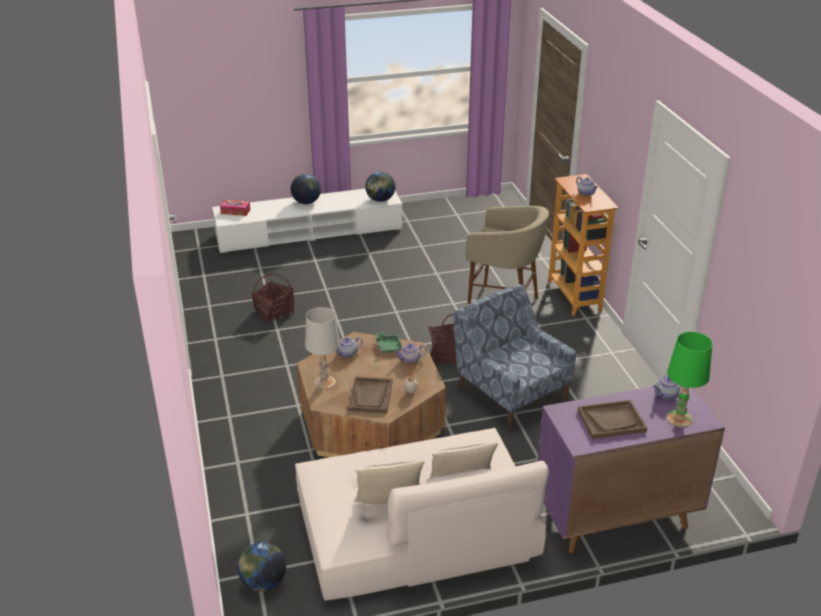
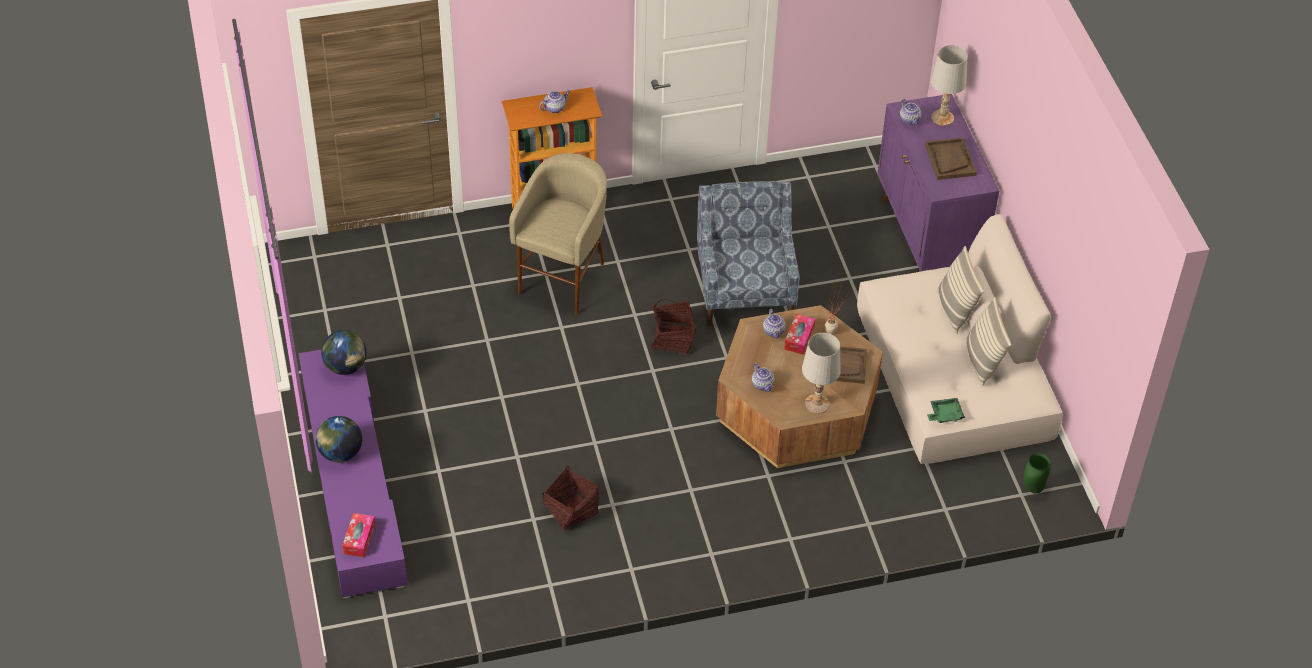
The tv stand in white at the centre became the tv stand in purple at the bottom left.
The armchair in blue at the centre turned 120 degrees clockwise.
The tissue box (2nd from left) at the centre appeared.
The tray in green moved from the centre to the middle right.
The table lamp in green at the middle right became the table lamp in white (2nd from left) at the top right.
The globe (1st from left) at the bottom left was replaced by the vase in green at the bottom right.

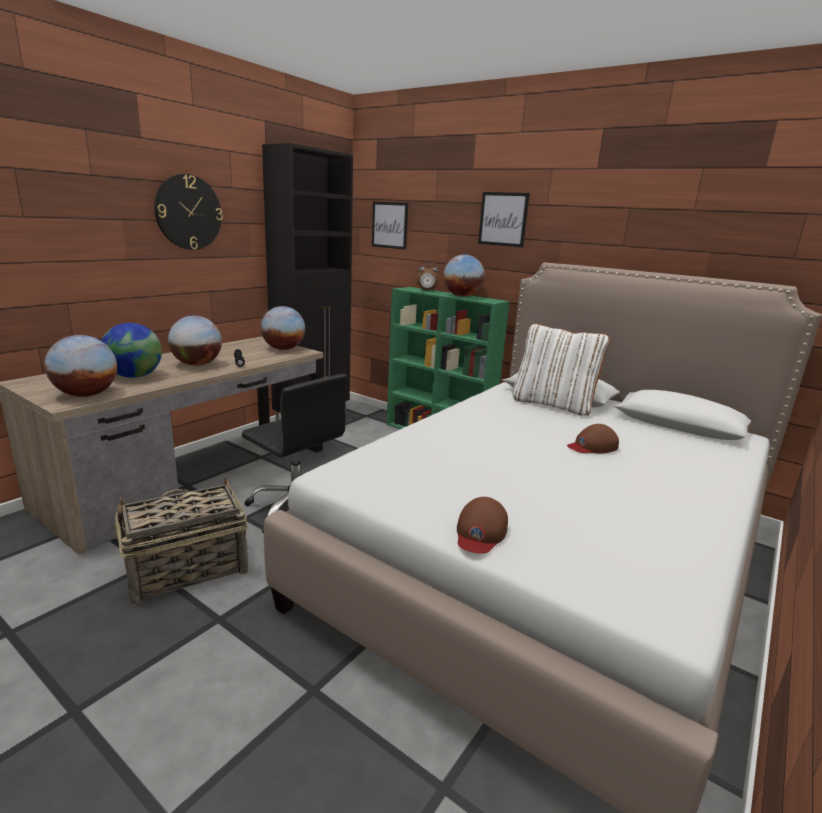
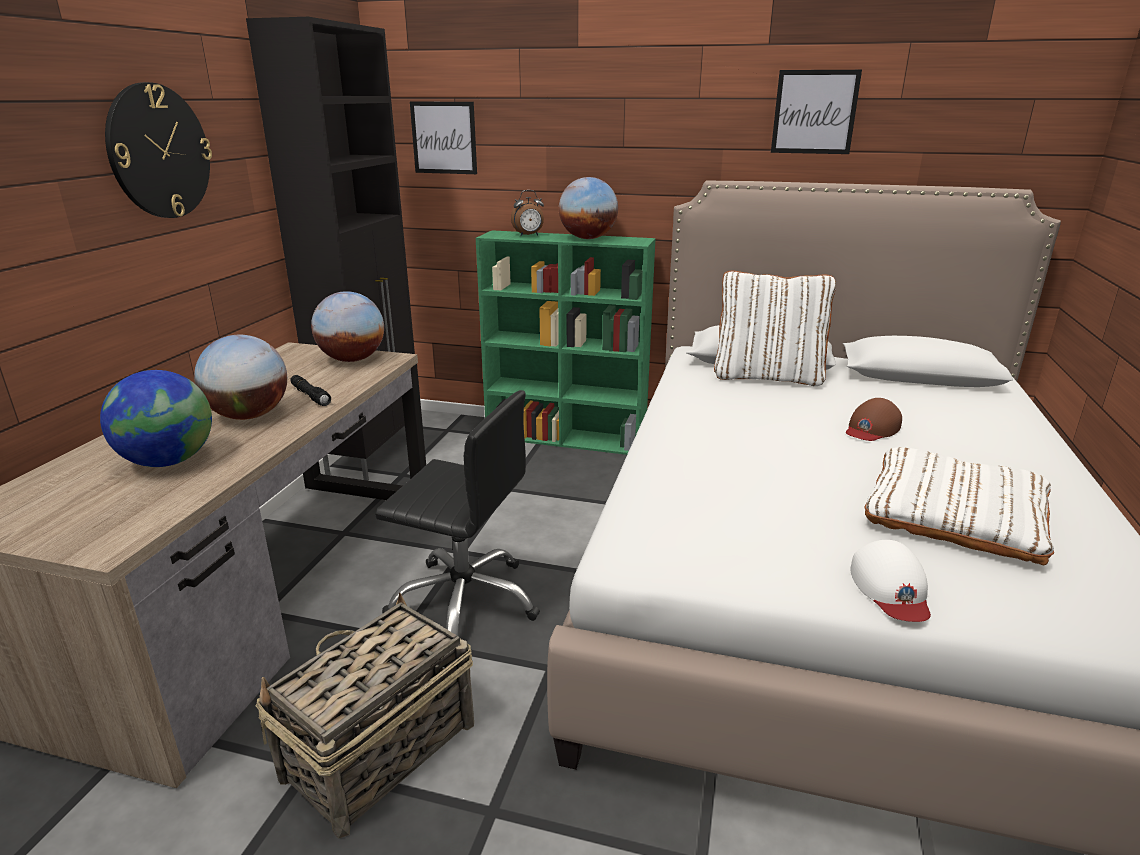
The picture (2nd from left) moved from the top centre to the top right.
The cap in brown (1st from left) at the centre became the cap in white at the bottom right.
The pillow in white (2nd from left) at the middle right appeared.
The globe (1st from left) at the middle left disappeared.

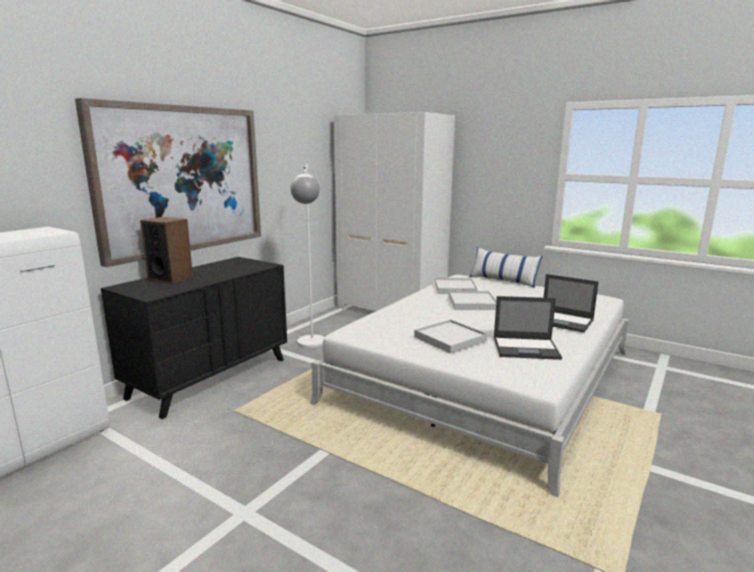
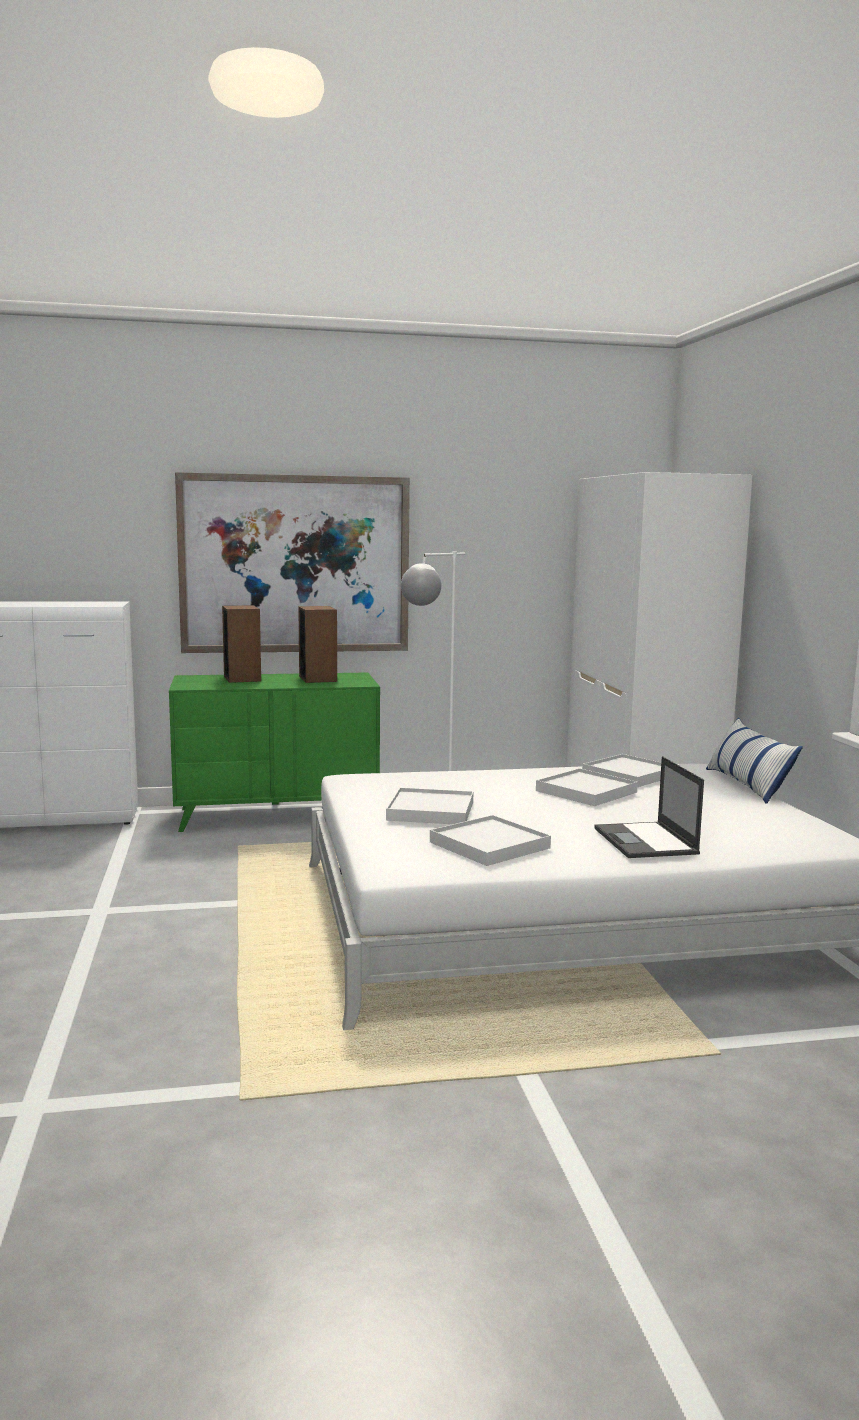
The dresser in black at the middle left became the dresser in green at the middle left.
The speaker (2nd from left) at the centre appeared.
The laptop (1st from left) at the middle right was replaced by the tray in white (2nd from left) at the centre.

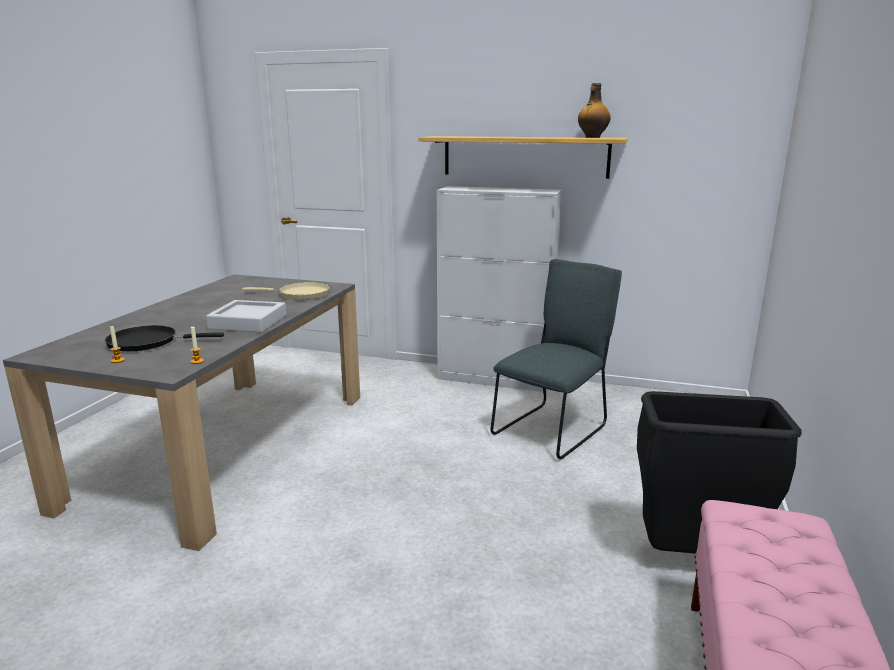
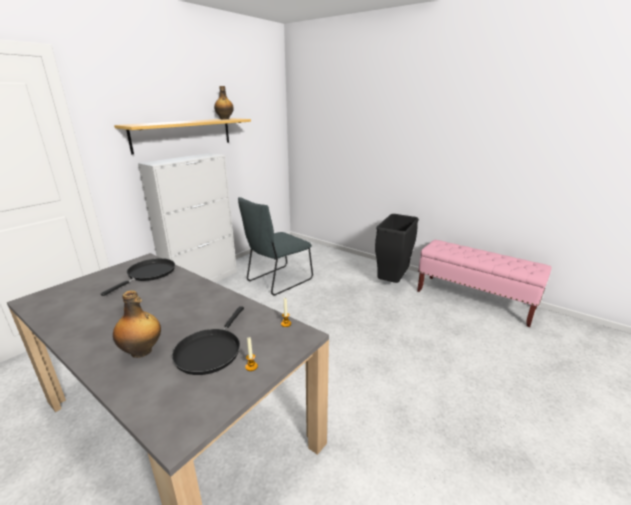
The frying pan in beige at the middle left became the frying pan in black (1st from left) at the middle left.
The bottle (1st from left) at the middle left appeared.
The chair in grey at the centre turned 105 degrees counterclockwise.
The tray in grey at the middle left disappeared.

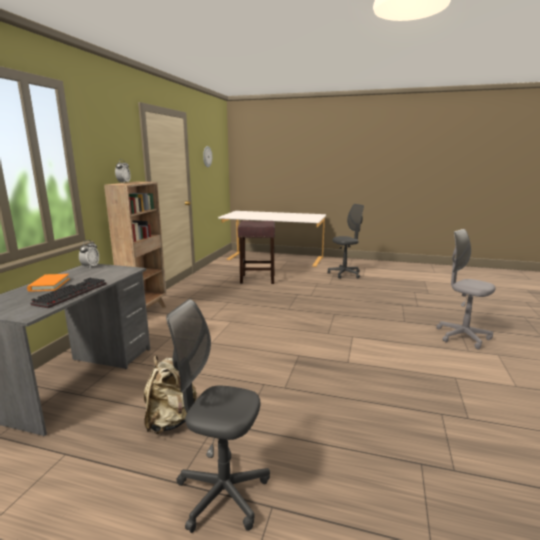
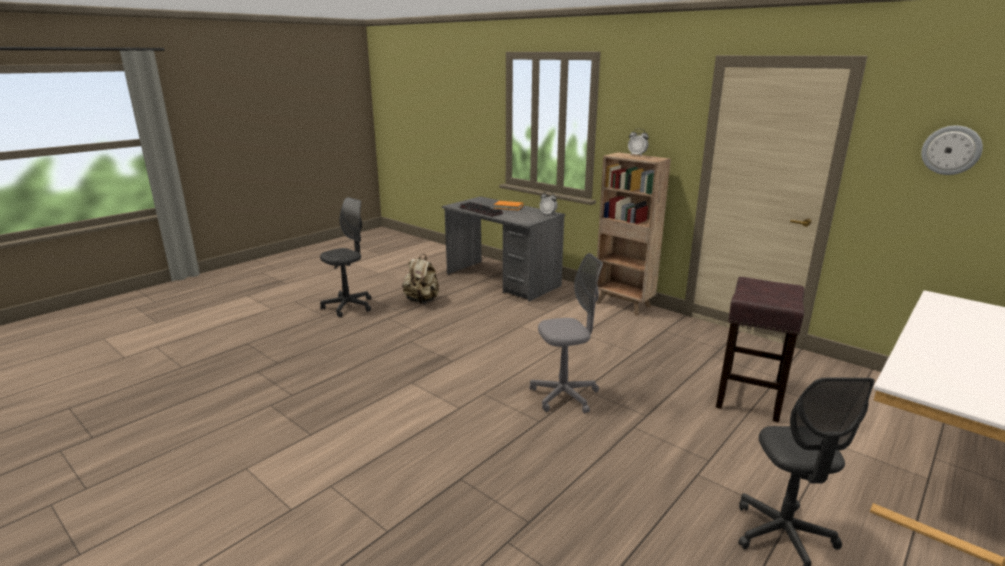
The office chair in grey (3rd from left in the first image) moved from the middle right to the centre.

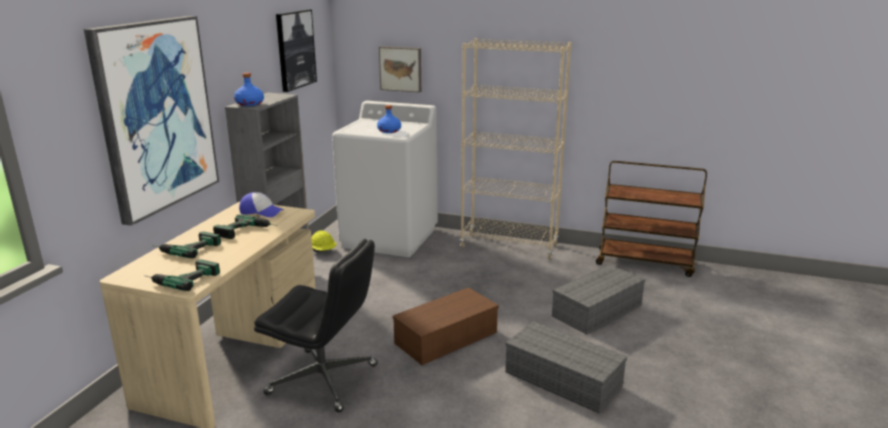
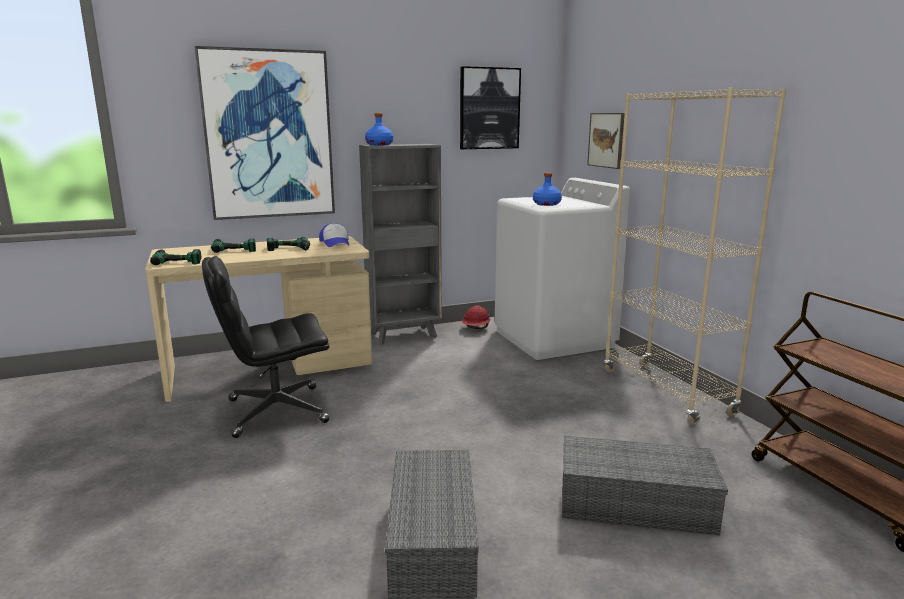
The office chair in black at the bottom centre turned 90 degrees clockwise.
The hard hat in yellow at the centre became the hard hat in red at the centre.
The storage box in brown at the bottom centre disappeared.

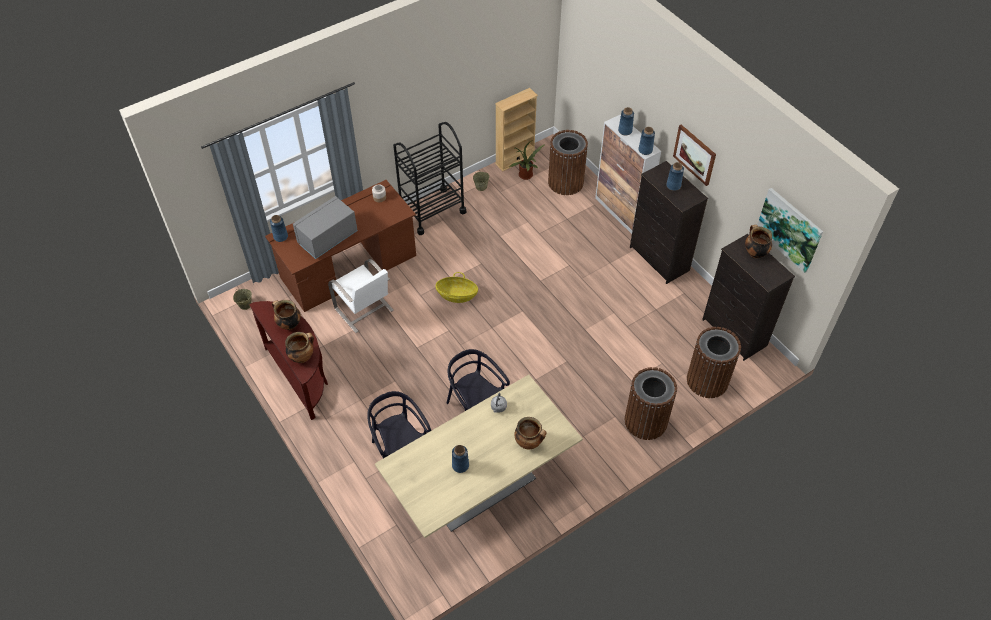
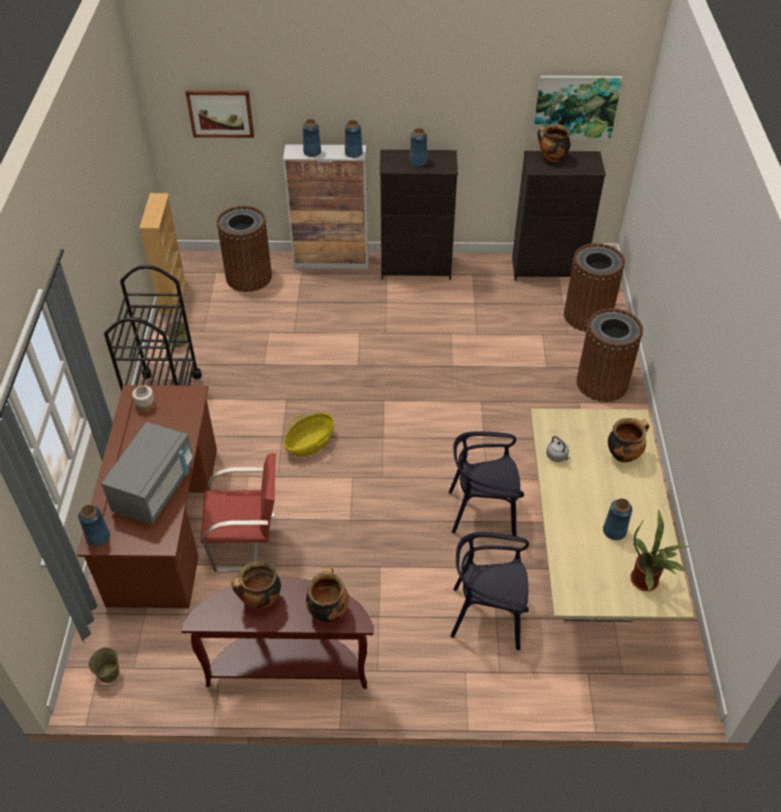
The microwave in grey at the middle left turned 150 degrees counterclockwise.
The picture (1st from left) moved from the top right to the top left.
The chair in white at the centre became the chair in red at the middle left.
The potted plant moved from the top centre to the bottom right.

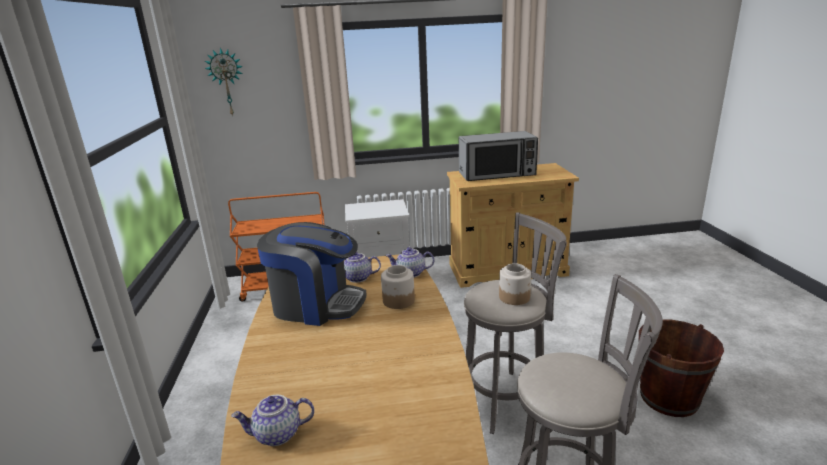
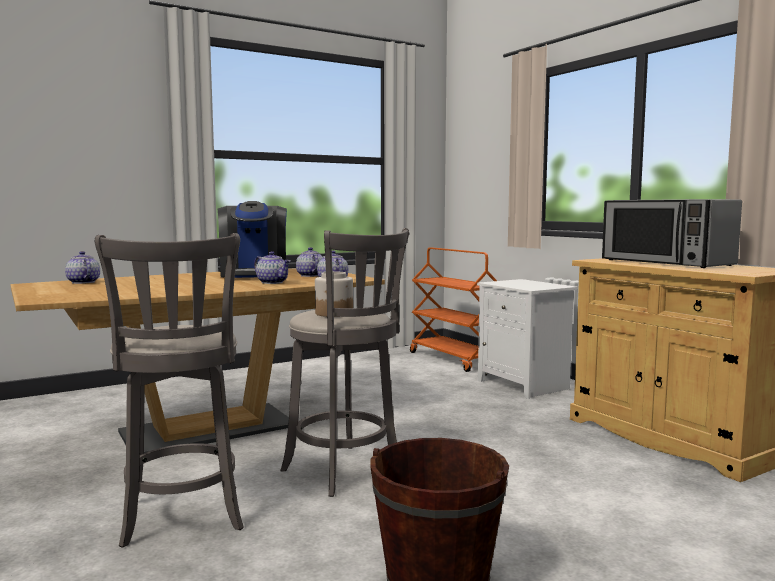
The jar (1st from left) at the centre was replaced by the teapot (2nd from left) at the centre.
The wall clock at the top left disappeared.

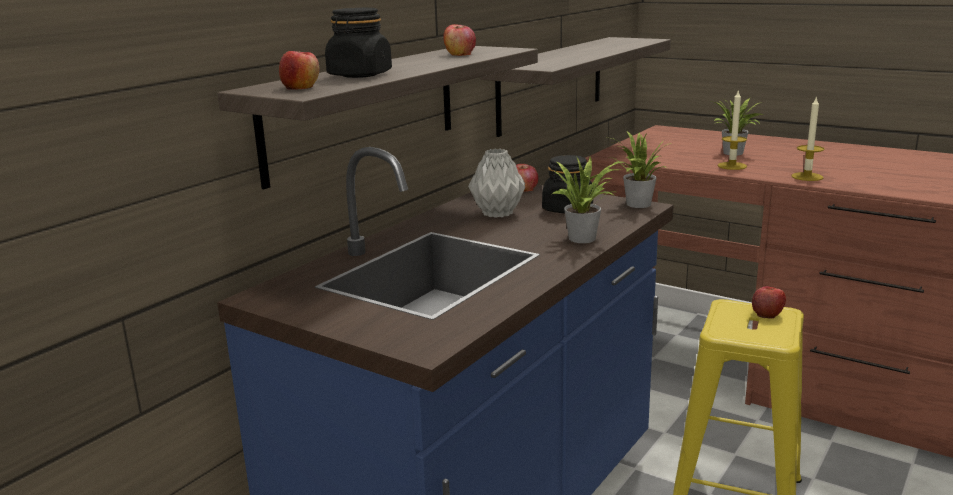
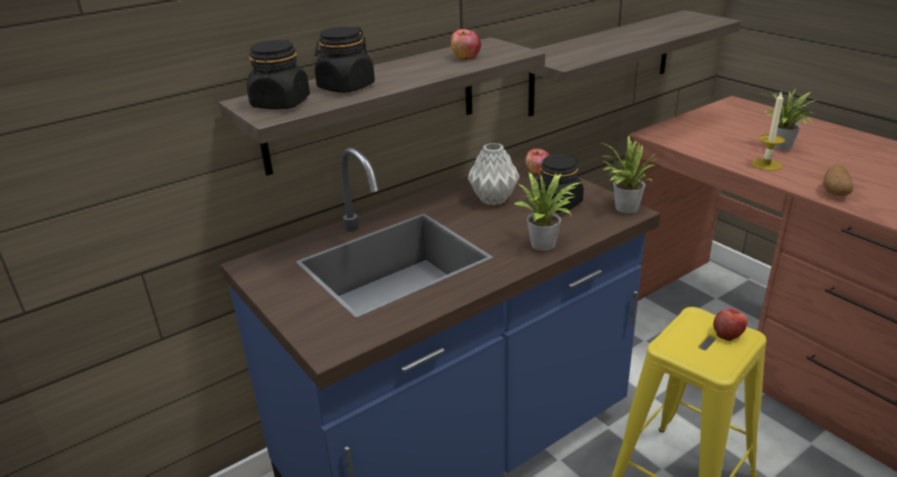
The apple (1st from left) at the top left was replaced by the jar in black (1st from left) at the top left.
The candle (2nd from left) at the top right was replaced by the potato at the middle right.

